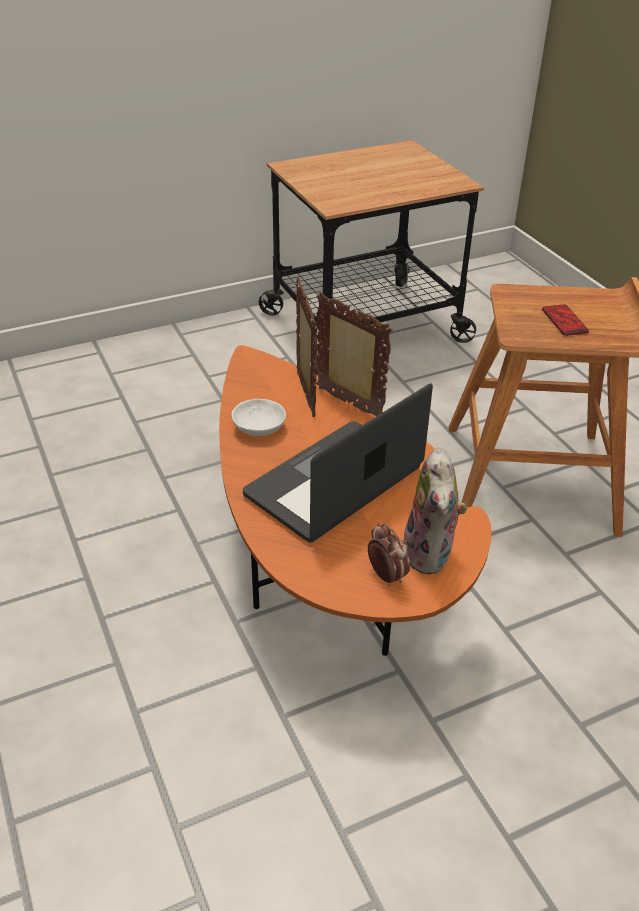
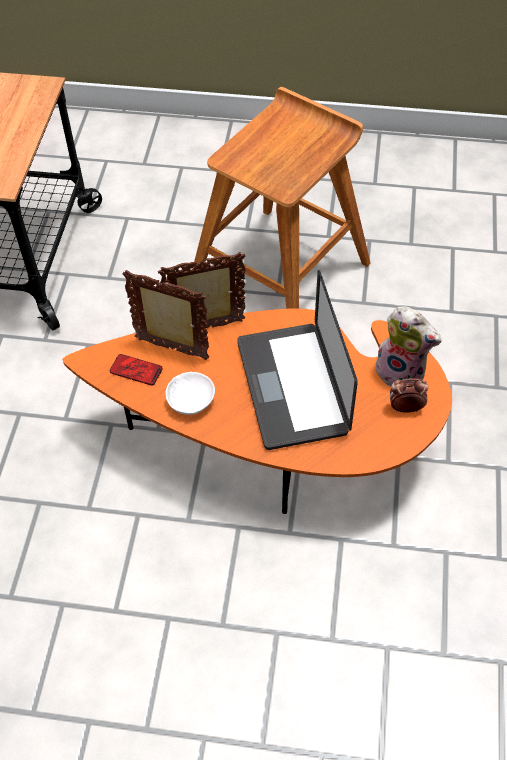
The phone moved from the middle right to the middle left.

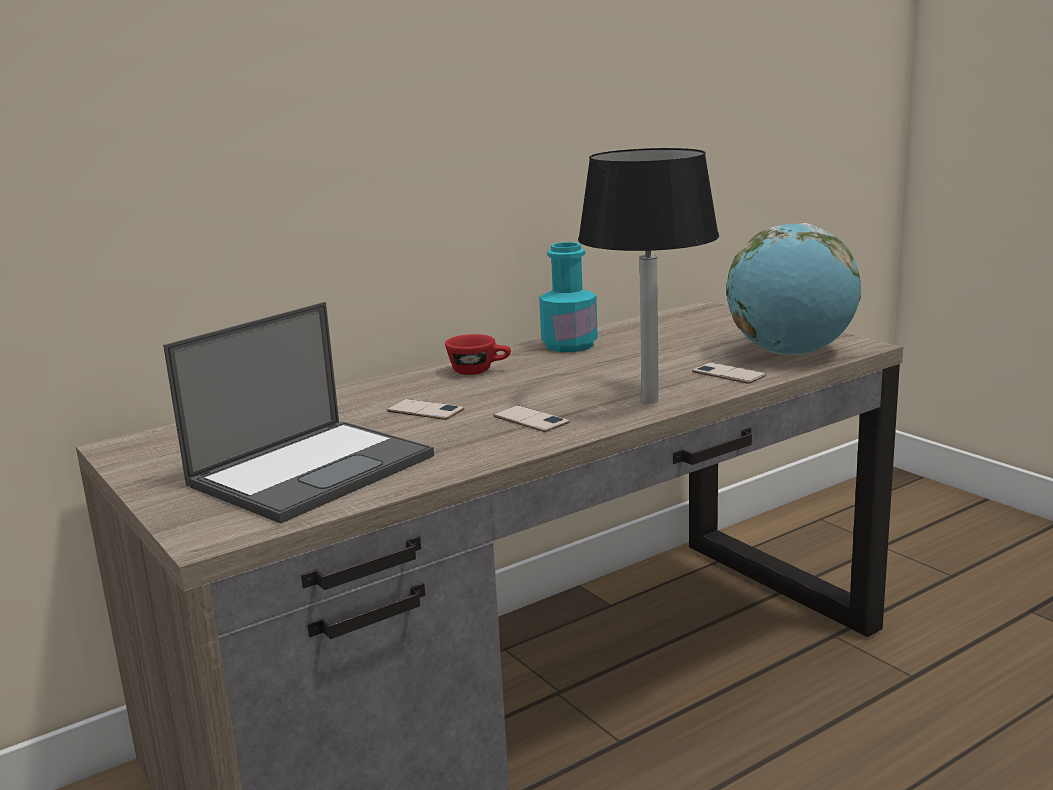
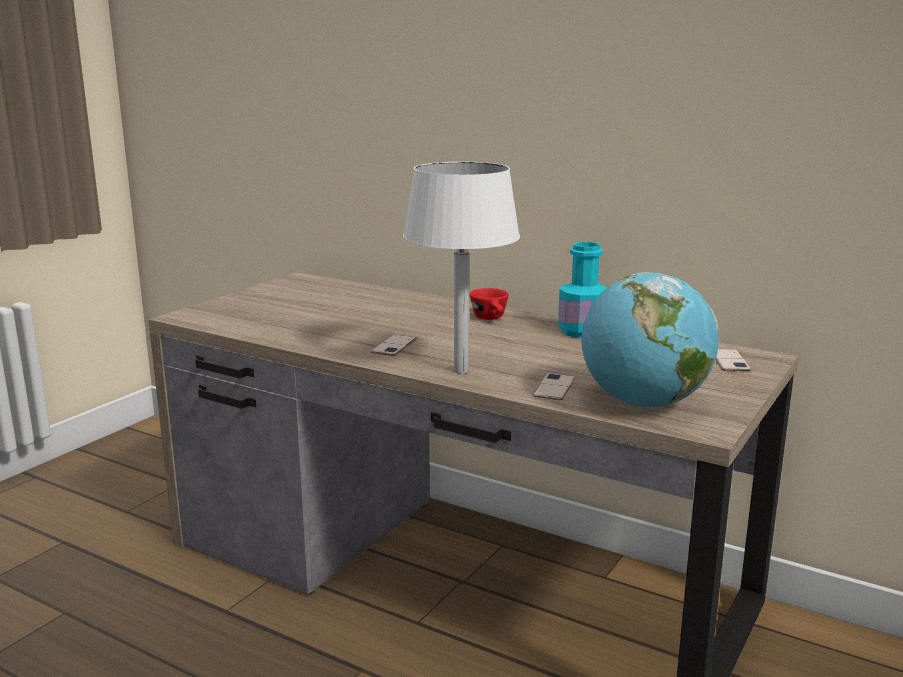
The table lamp in black at the centre became the table lamp in white at the centre.
The phone (1st from left in the first image) moved from the centre to the middle right.
The laptop at the middle left disappeared.

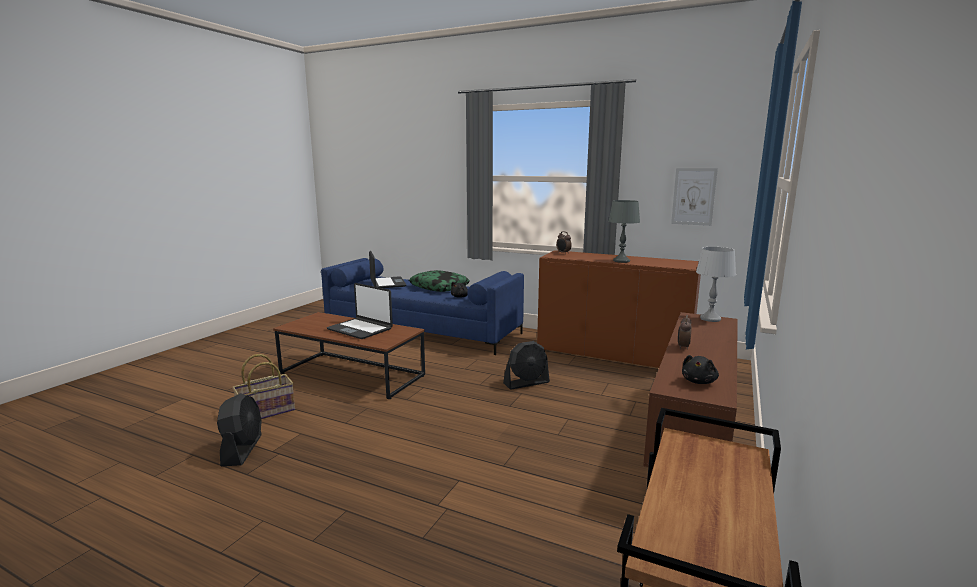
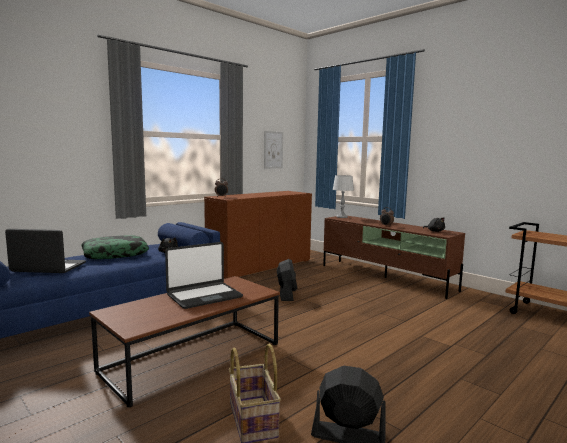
The table lamp in grey (1st from left) at the centre disappeared.

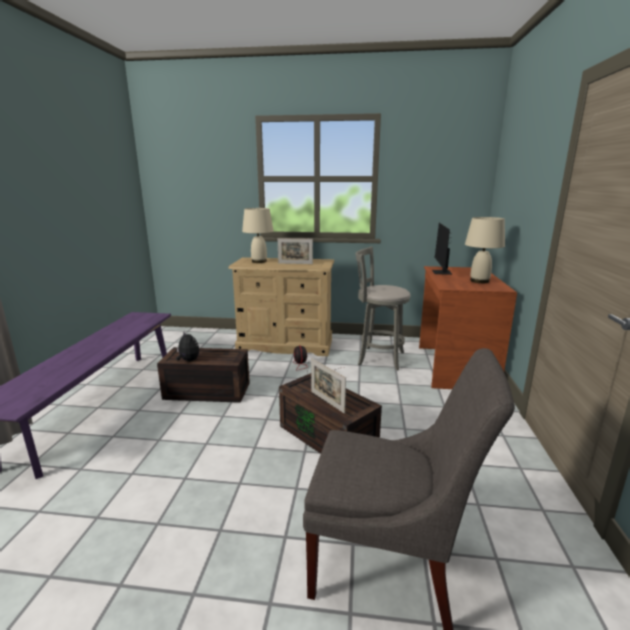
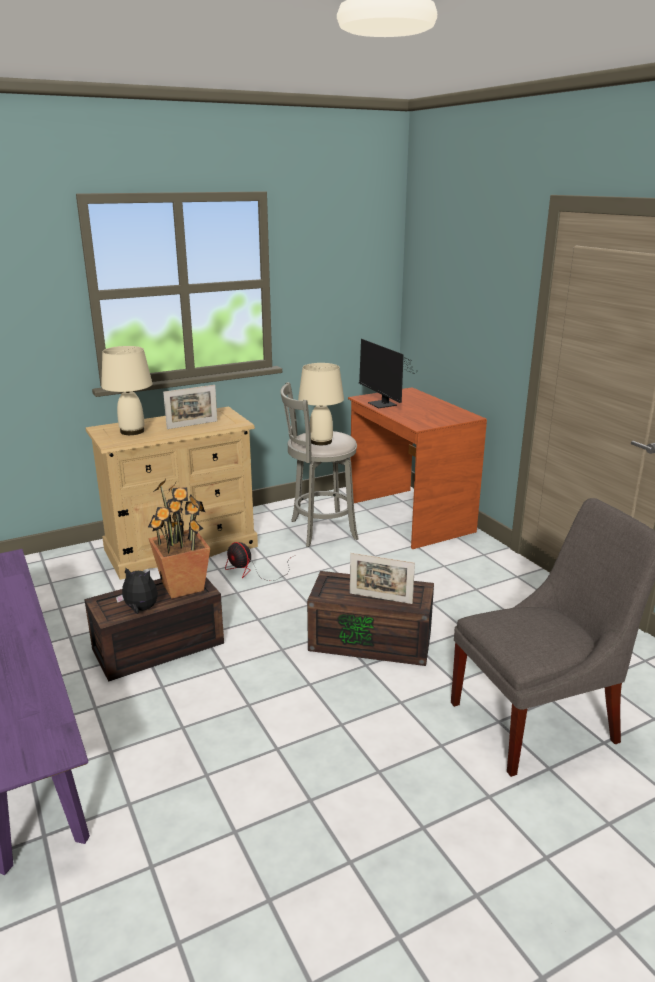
The potted plant at the middle left appeared.
The table lamp in beige (2nd from left) moved from the middle right to the centre.

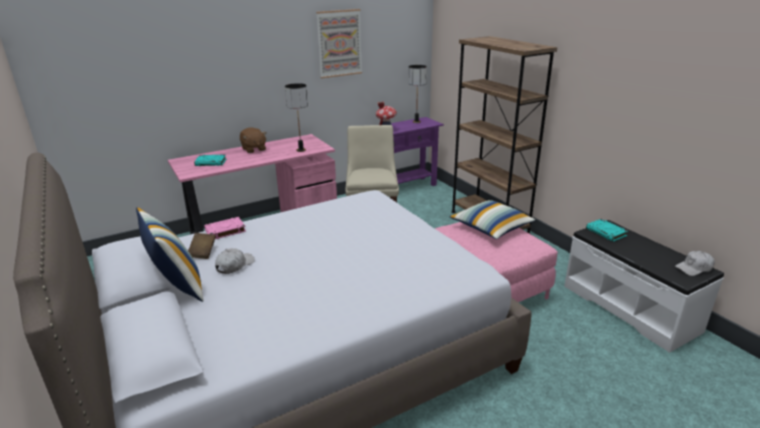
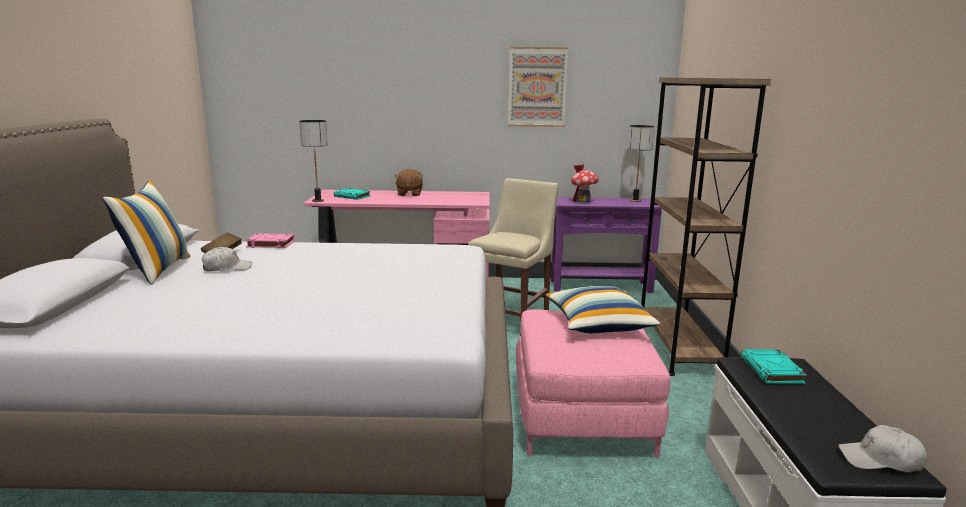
The table lamp (1st from left) moved from the top centre to the top left.

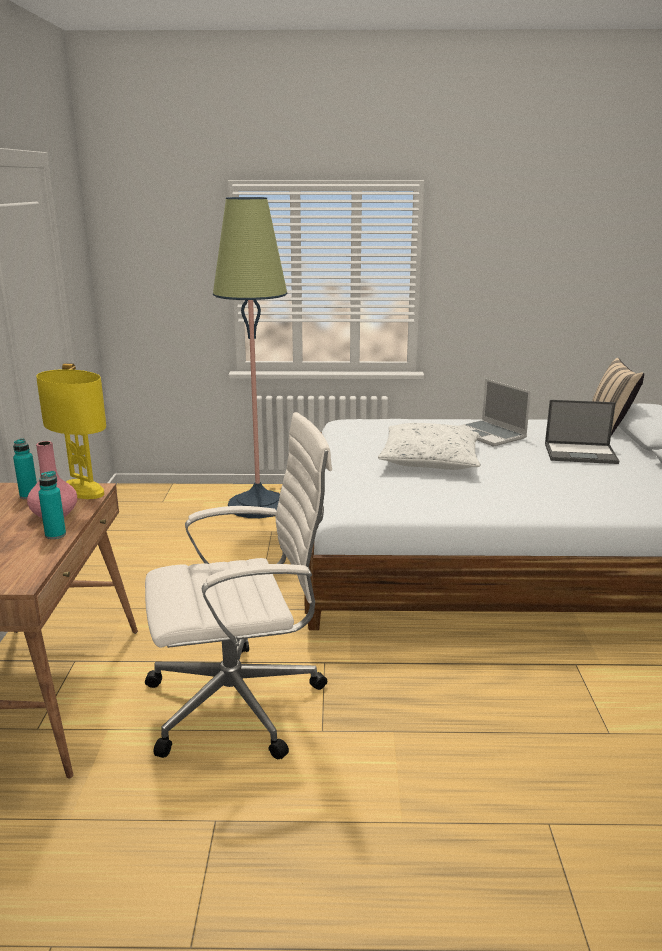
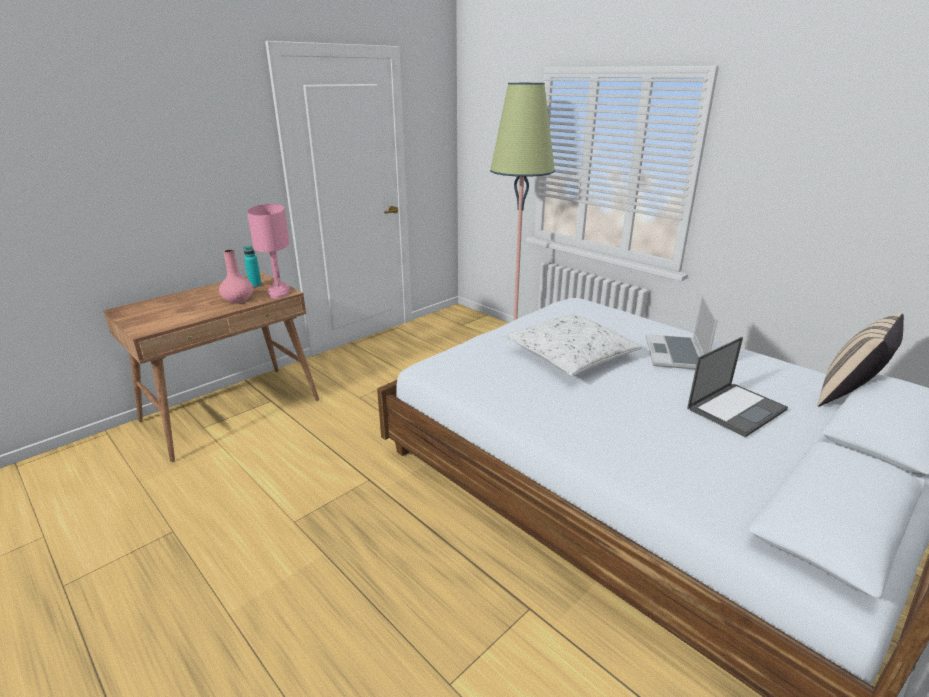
The table lamp in yellow at the middle left became the table lamp in pink at the middle left.
The laptop (2nd from left) at the middle right turned 90 degrees counterclockwise.
The bottle in turquoise (2nd from left) at the middle left disappeared.
The office chair in white at the centre disappeared.

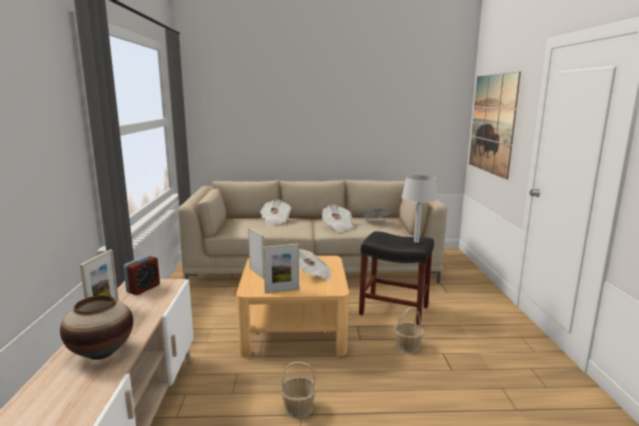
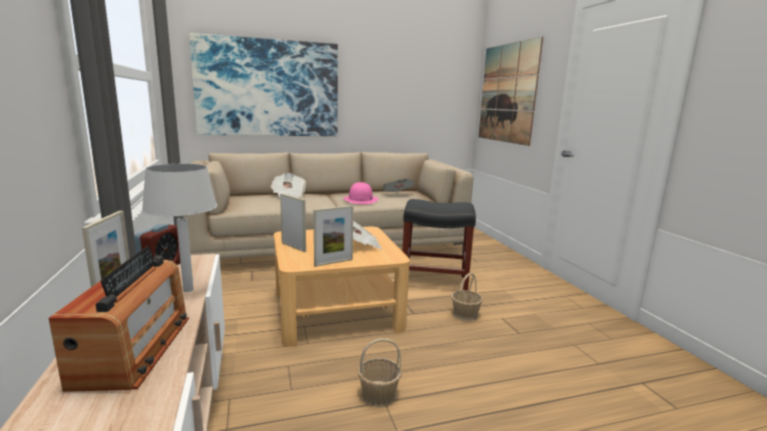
The vase at the bottom left was replaced by the radio at the bottom left.
The table lamp in grey moved from the centre to the middle left.
The picture (1st from left) at the top centre appeared.
The newspaper (3rd from left) at the centre was replaced by the hat in pink at the centre.

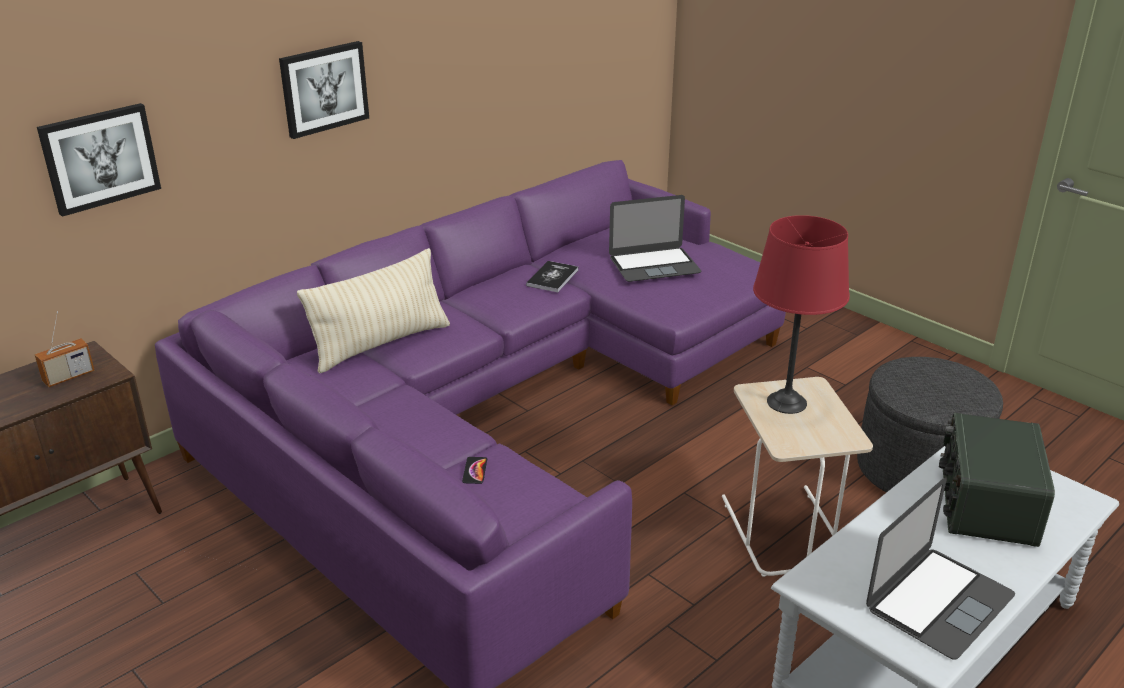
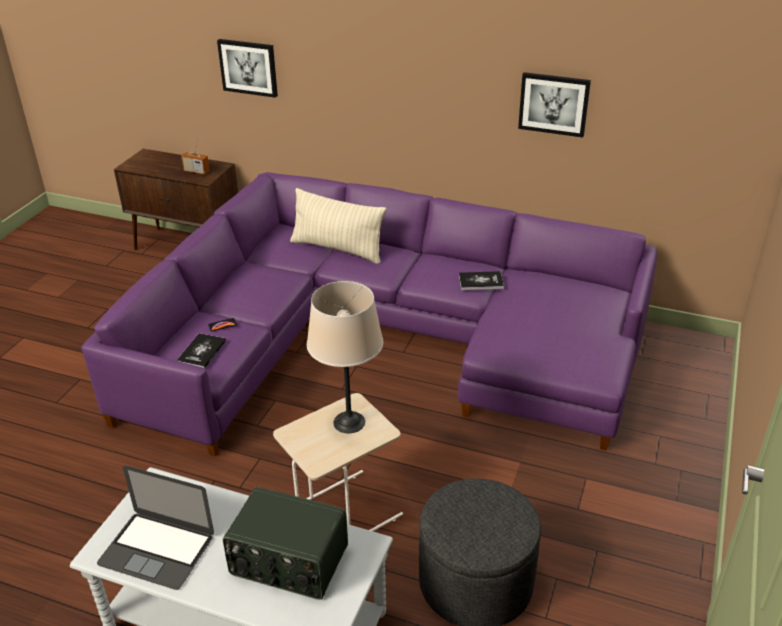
The book (1st from left) at the middle left appeared.
The radio (2nd from left) at the bottom right turned 150 degrees counterclockwise.
The table lamp in red at the middle right became the table lamp in beige at the centre.
The picture (2nd from left) moved from the top left to the top right.
The laptop (1st from left) at the centre disappeared.

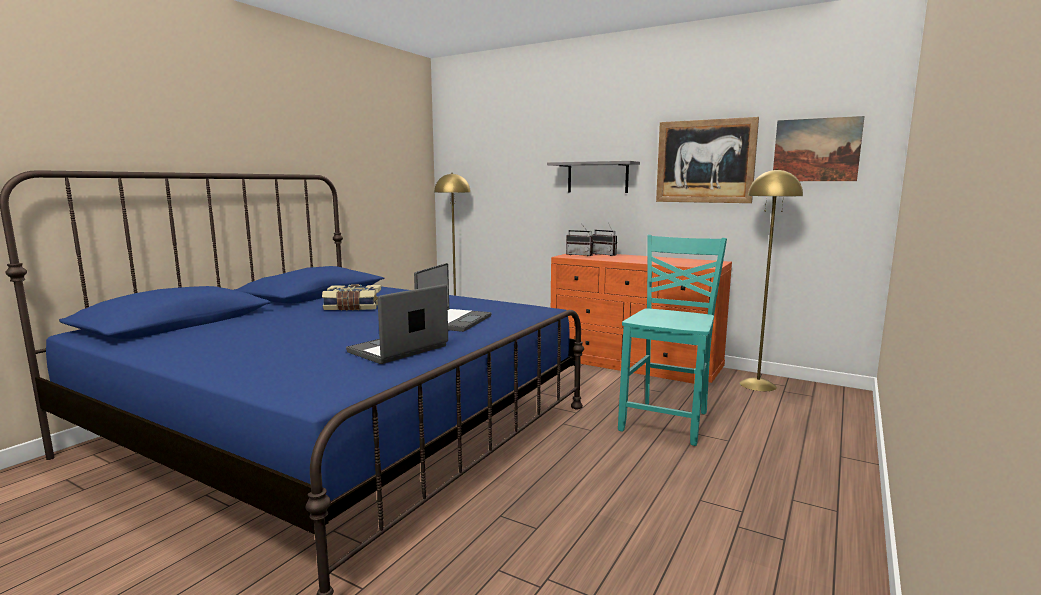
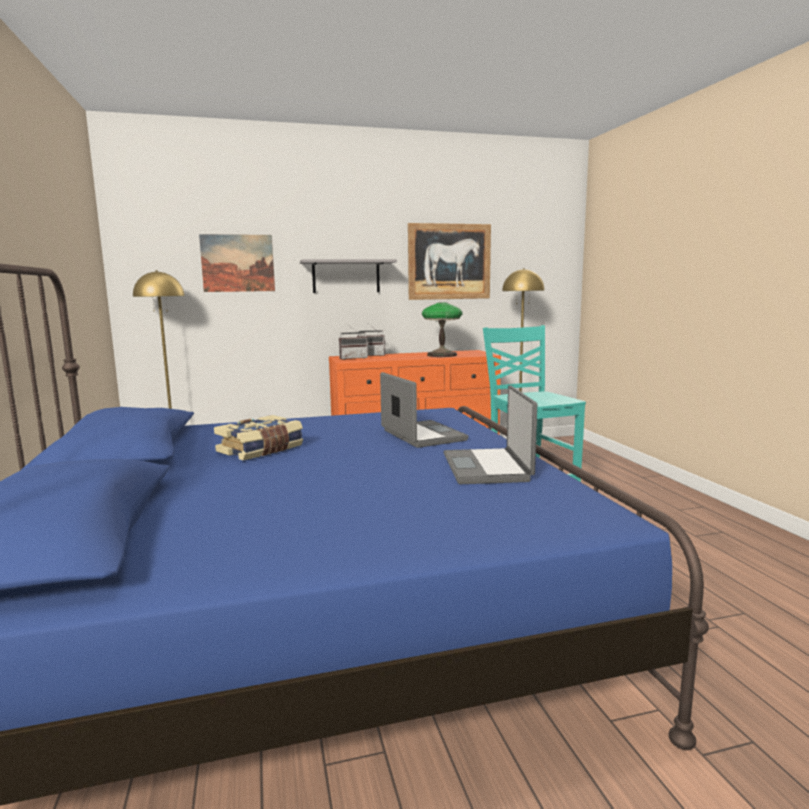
The picture (2nd from left in the first image) moved from the top right to the top left.
The table lamp at the centre appeared.

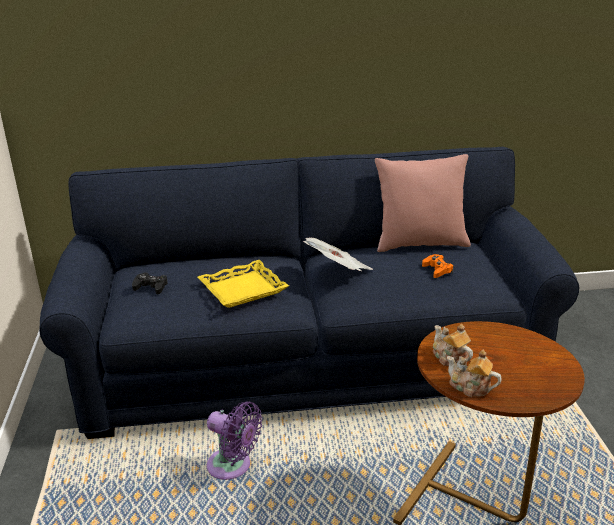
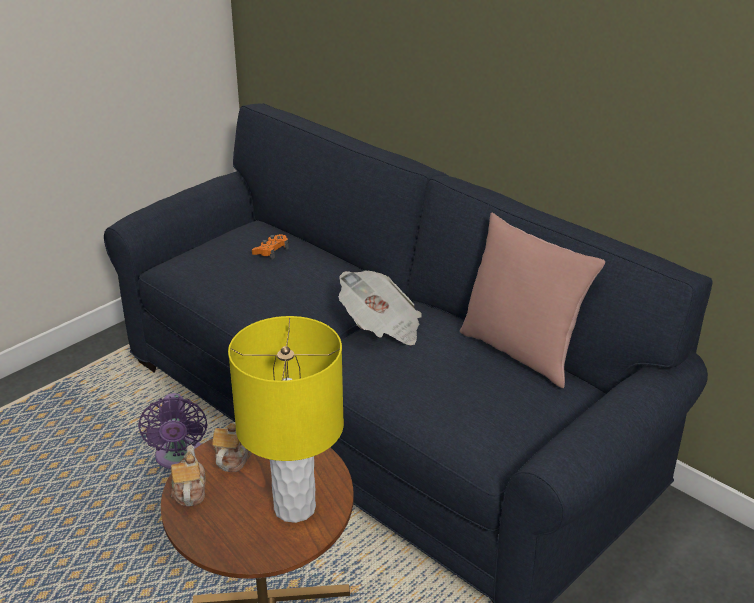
The table lamp in yellow at the bottom centre appeared.
The game controller in orange moved from the middle right to the centre.
The game controller in black at the middle left disappeared.
The tray in yellow at the centre disappeared.

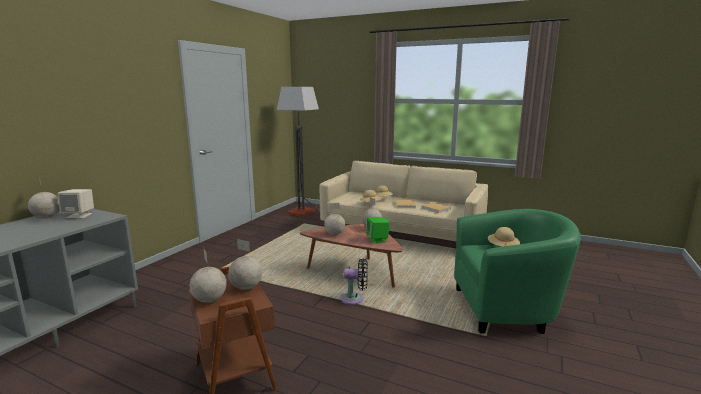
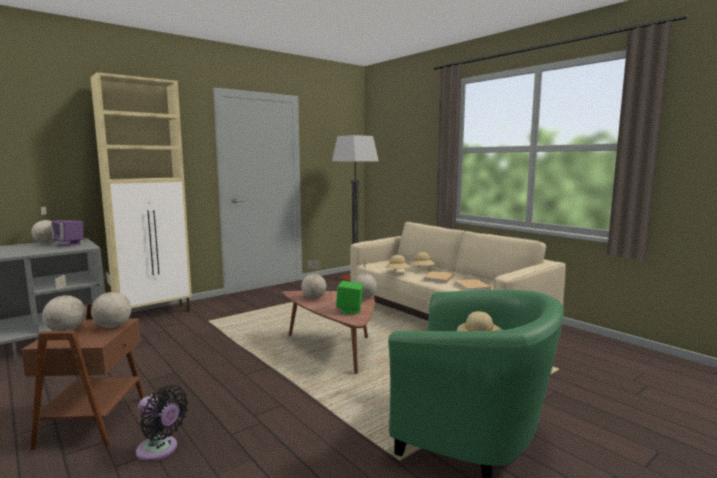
The speaker in beige at the middle left became the speaker in purple at the middle left.
The cabinet in beige at the middle left appeared.
The fan in black moved from the bottom centre to the bottom left.

